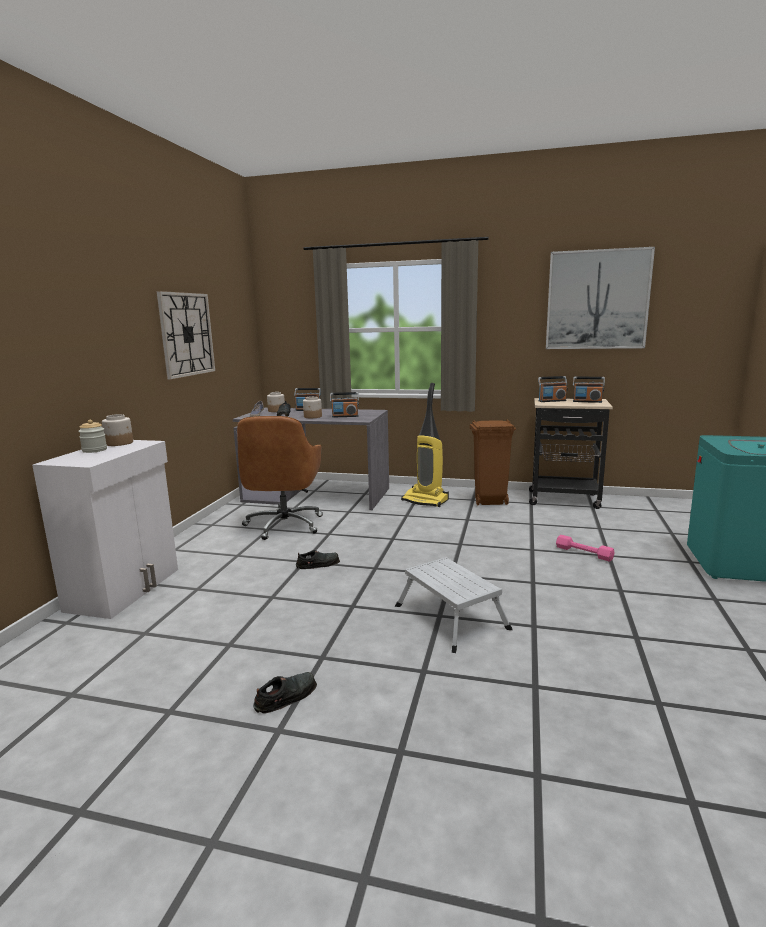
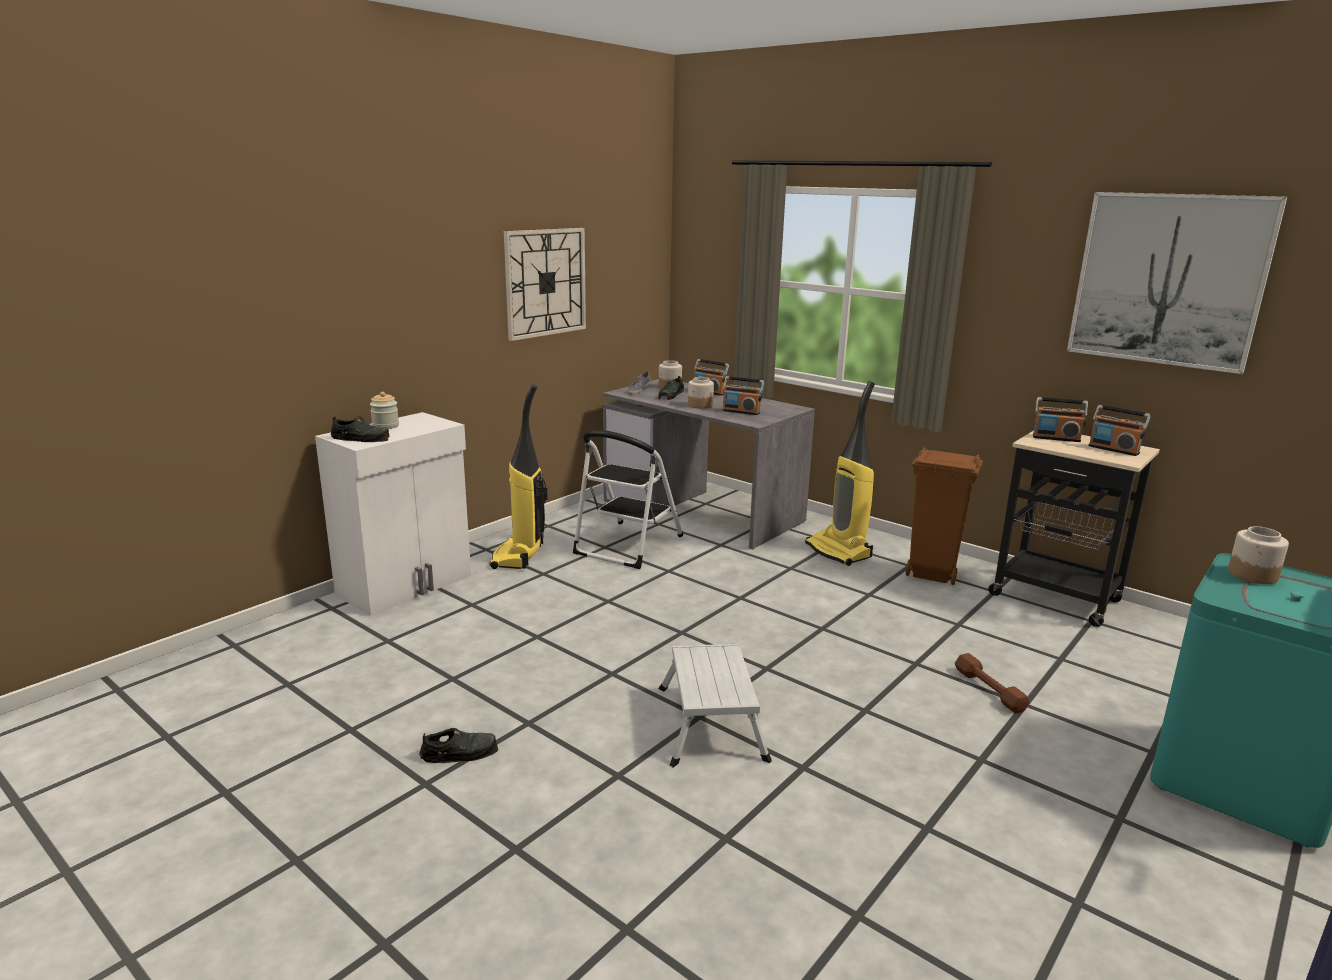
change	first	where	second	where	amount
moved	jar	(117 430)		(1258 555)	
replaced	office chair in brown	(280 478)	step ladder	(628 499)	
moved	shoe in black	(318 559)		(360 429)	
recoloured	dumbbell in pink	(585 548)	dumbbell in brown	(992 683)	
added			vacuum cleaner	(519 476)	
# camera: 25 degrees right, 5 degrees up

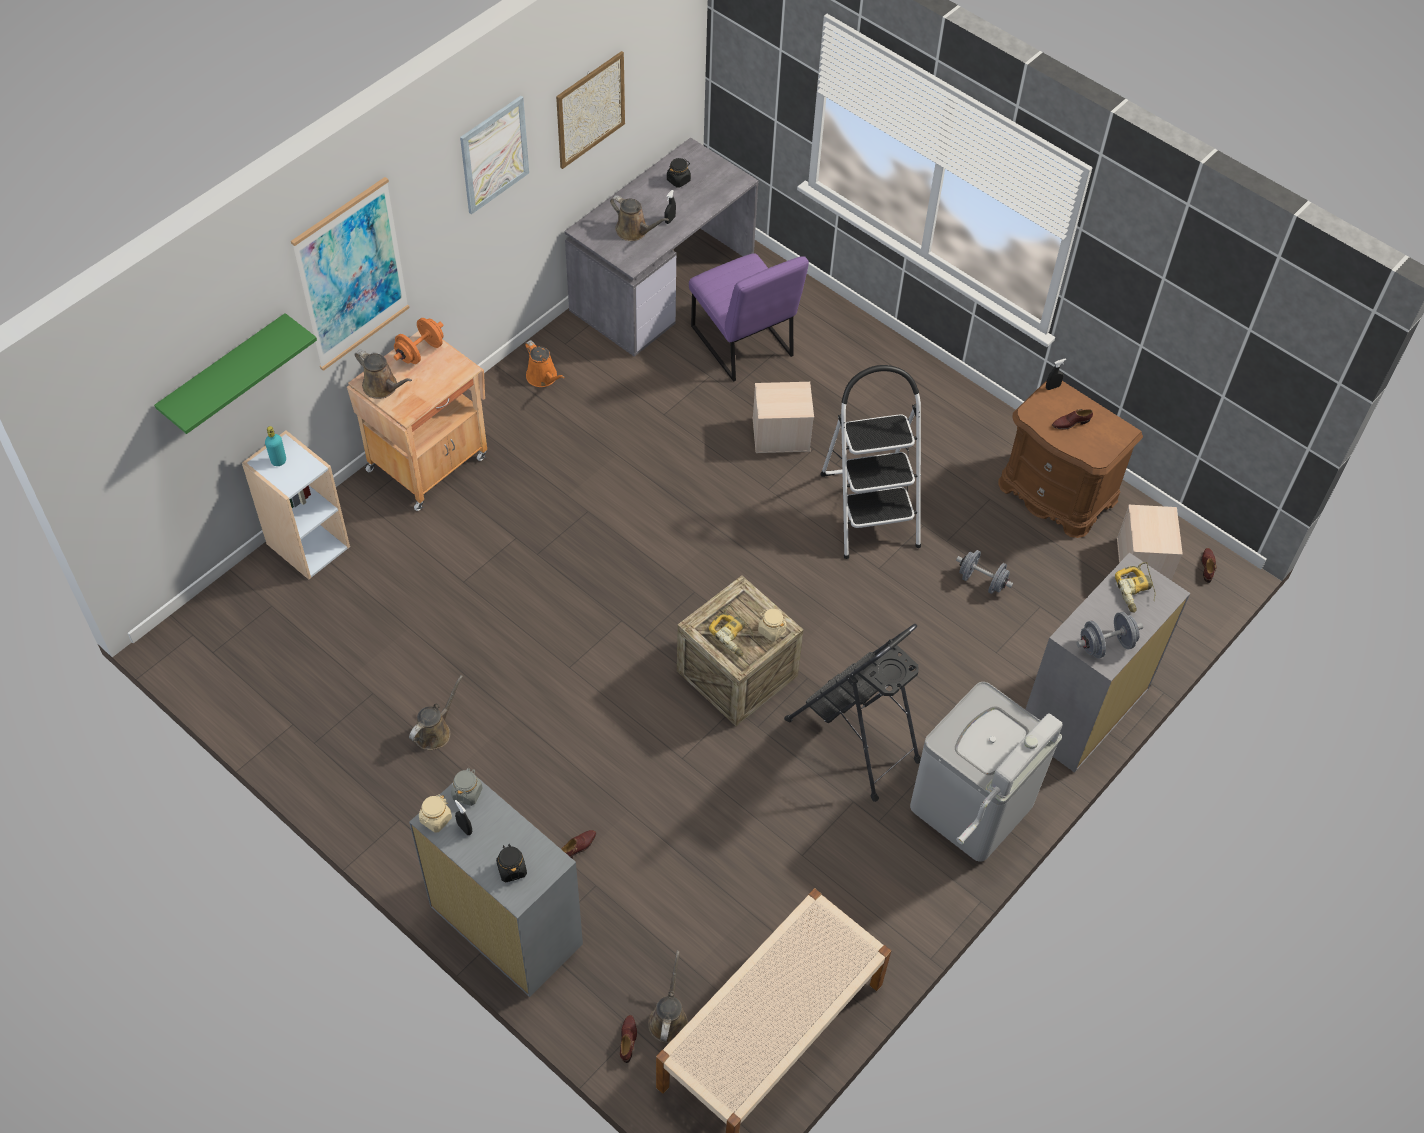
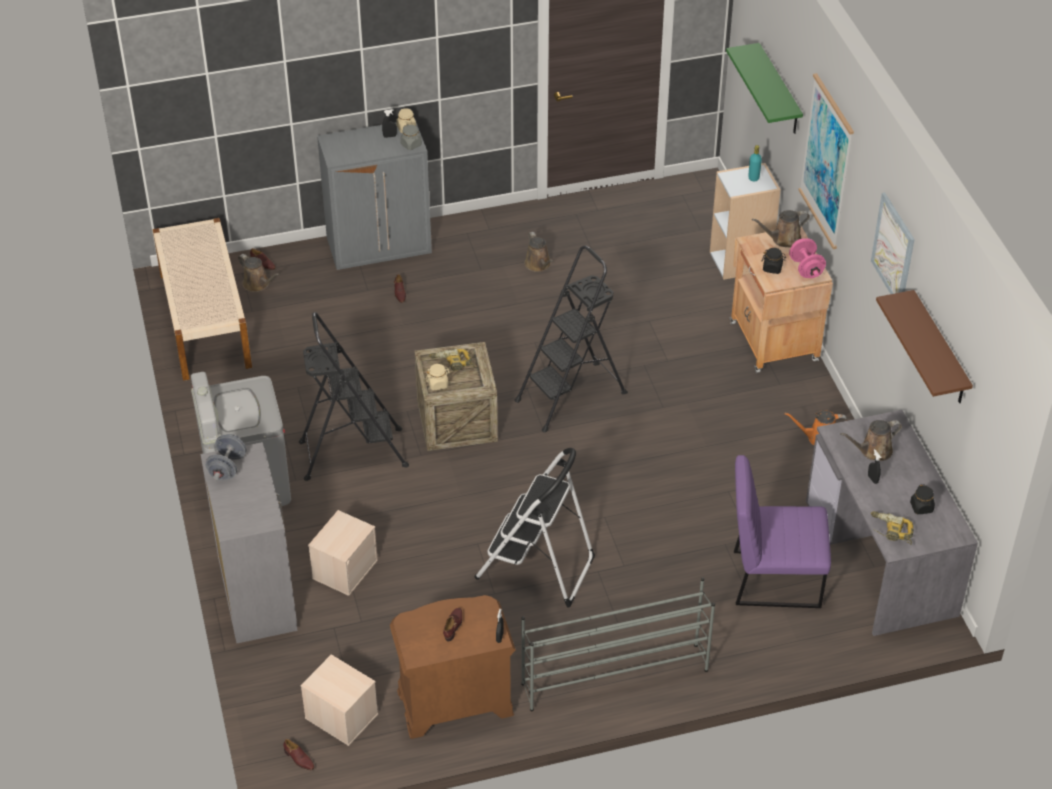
change	first	where	second	where	amount
recoloured	dumbbell in orange	(419 341)	dumbbell in pink	(807 258)	
moved	jar in black	(511 863)		(774 261)	
replaced	picture	(590 110)	shelf in brown	(924 346)	
moved	storage box in beige	(783 417)		(343 553)	
removed	dumbbell in grey	(984 572)			
moved	power drill	(1135 587)		(892 528)	
added			step ladder	(571 339)	
added			shoe rack in grey	(618 644)	
# camera: 125 degrees right, 10 degrees down

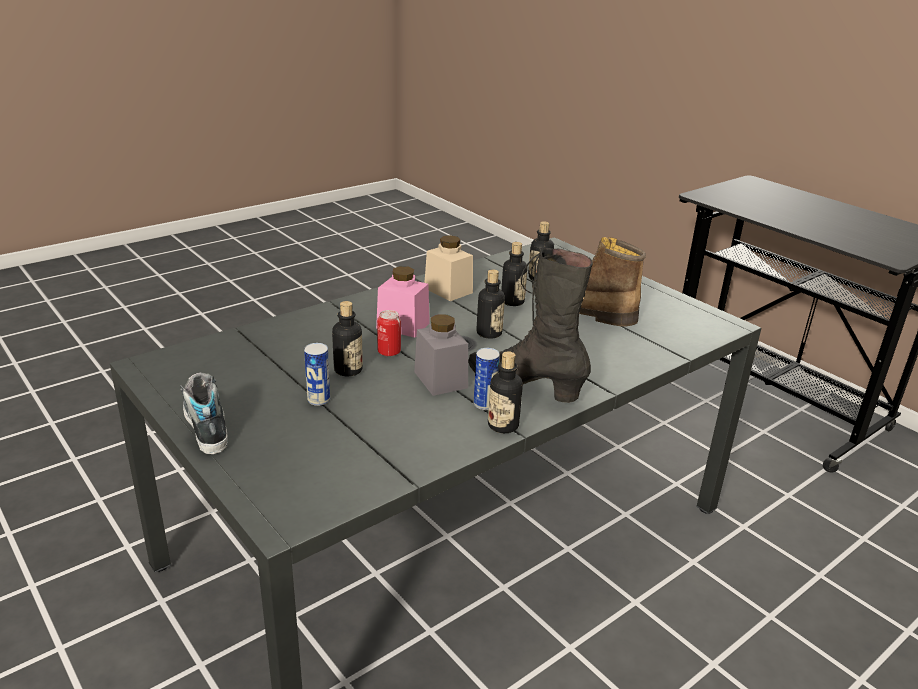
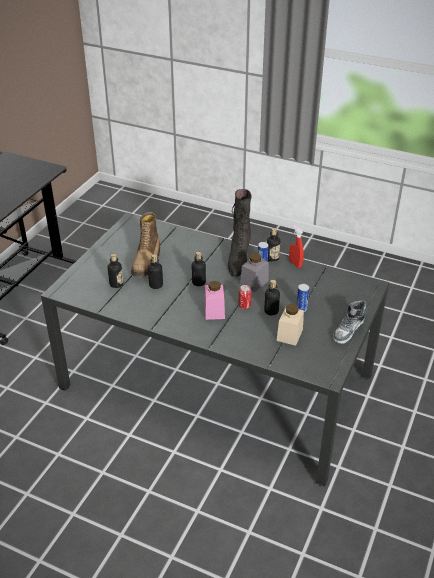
change	first	where	second	where	amount
moved	jar in beige	(448 268)		(290 325)	
added			spray bottle in red	(296 247)	
# camera: 115 degrees left, 10 degrees up

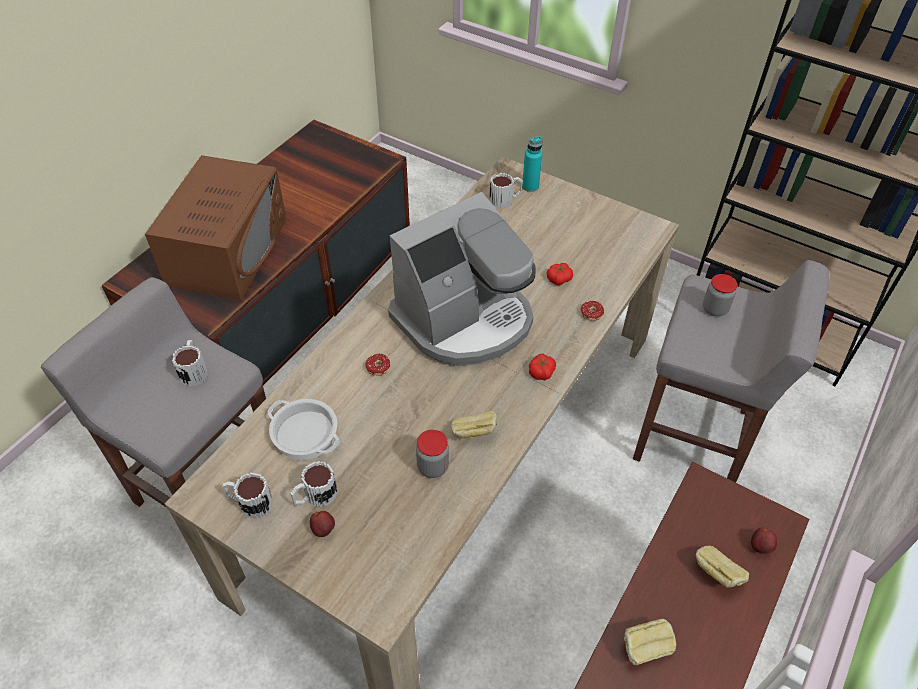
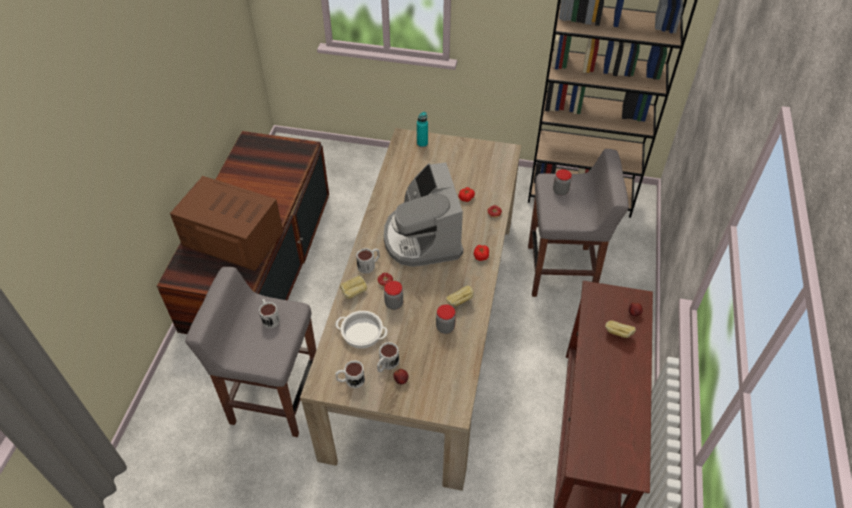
change	first	where	second	where	amount
turned	microwave in brown	(216 227)		(226 223)	60 degrees counterclockwise
turned	coffee machine	(462 279)		(423 214)	135 degrees clockwise
moved	mug	(506 190)		(368 261)	
moved	bread	(650 642)		(353 287)	
added			jar	(393 295)	
# camera: 20 degrees left, 0 degrees up

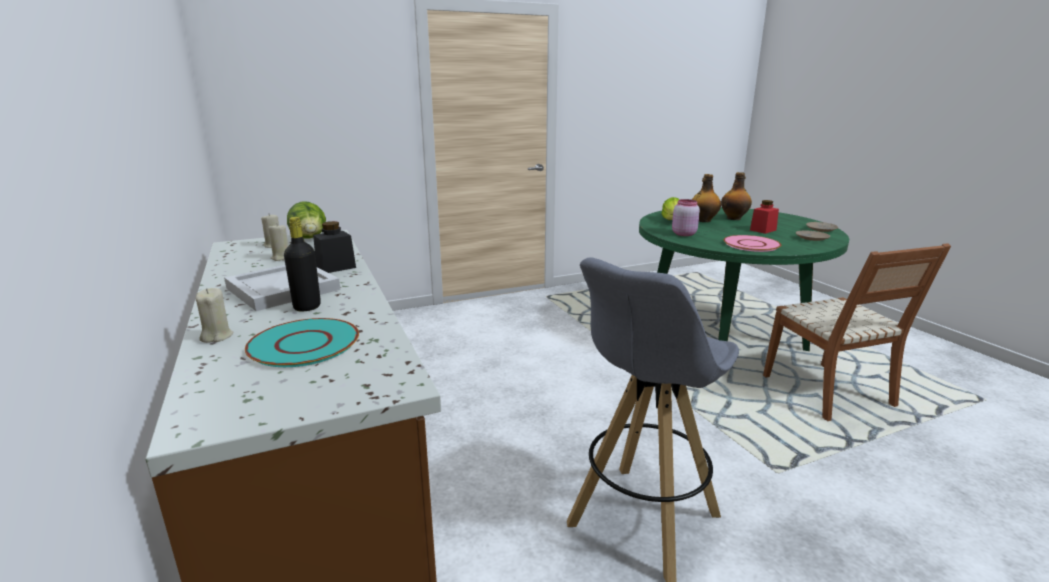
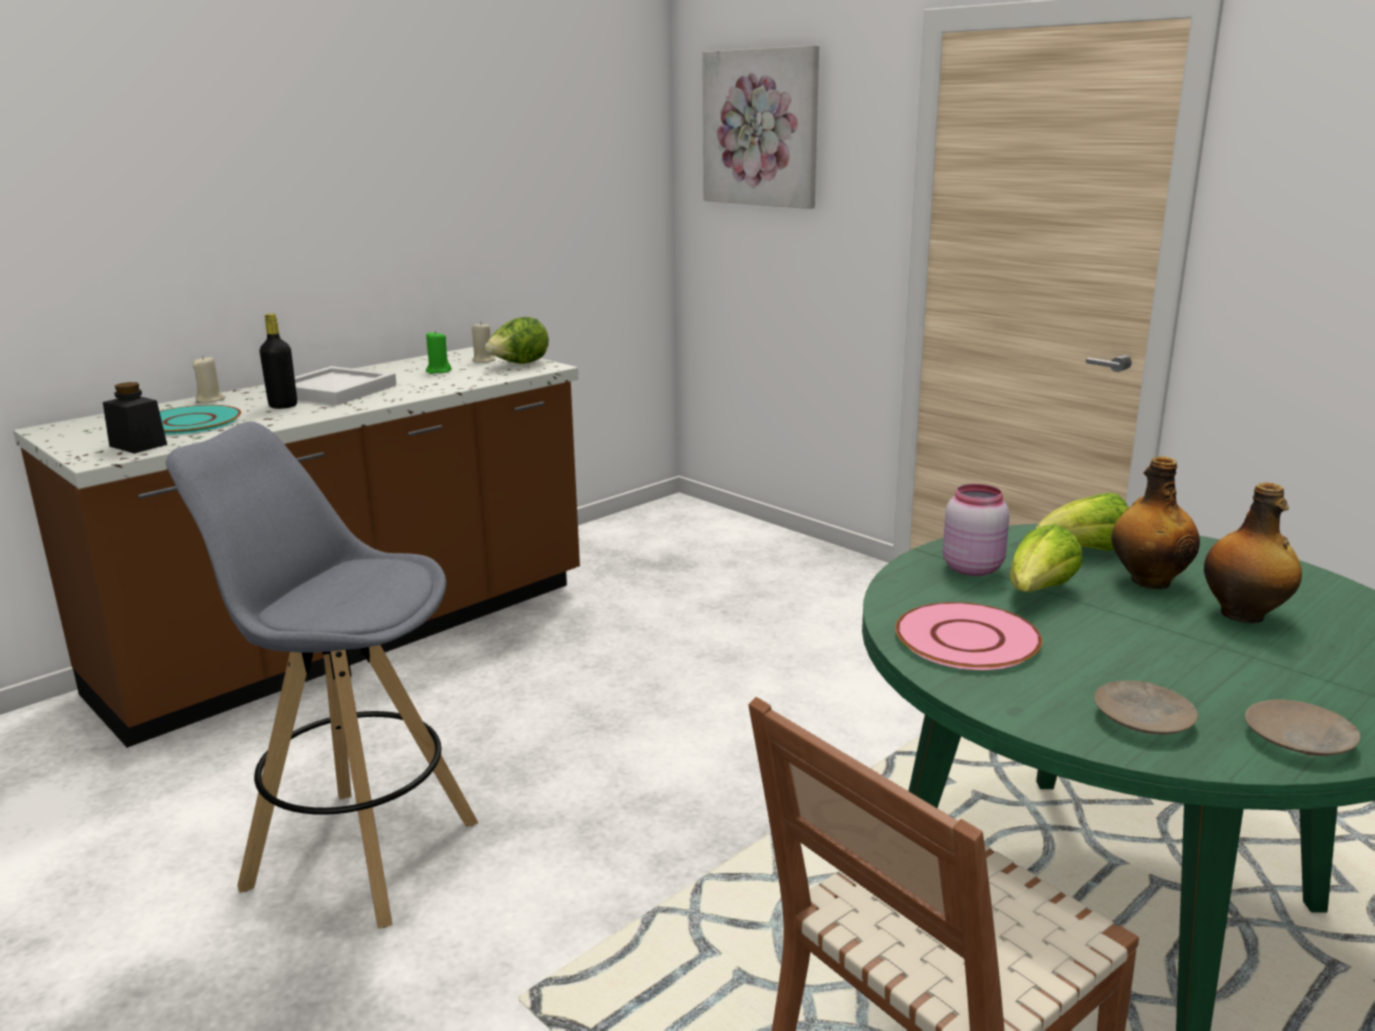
change	first	where	second	where	amount
recoloured	candle in beige	(278 242)	candle in green	(439 352)	
moved	jar in black	(334 247)		(135 418)	
removed	jar in red	(764 217)			
added			picture	(760 127)	
added			lettuce	(1046 558)	
# camera: 70 degrees right, 0 degrees up

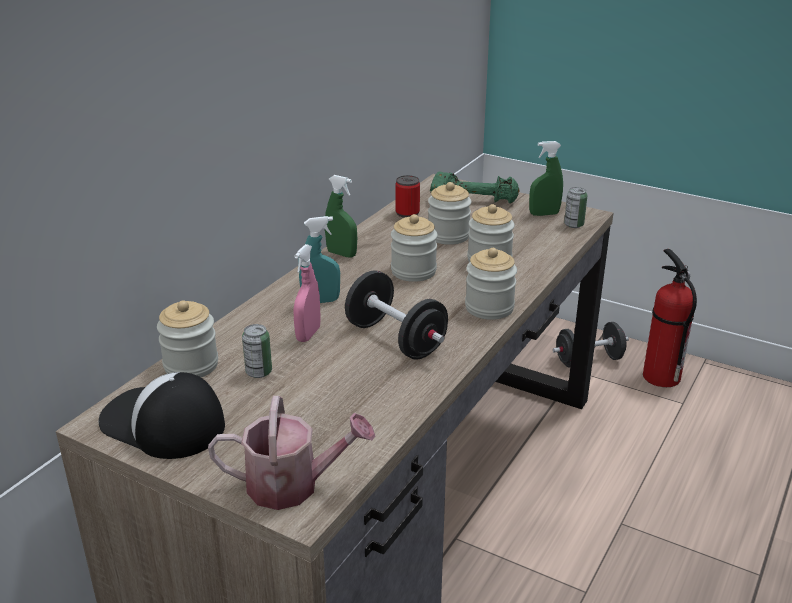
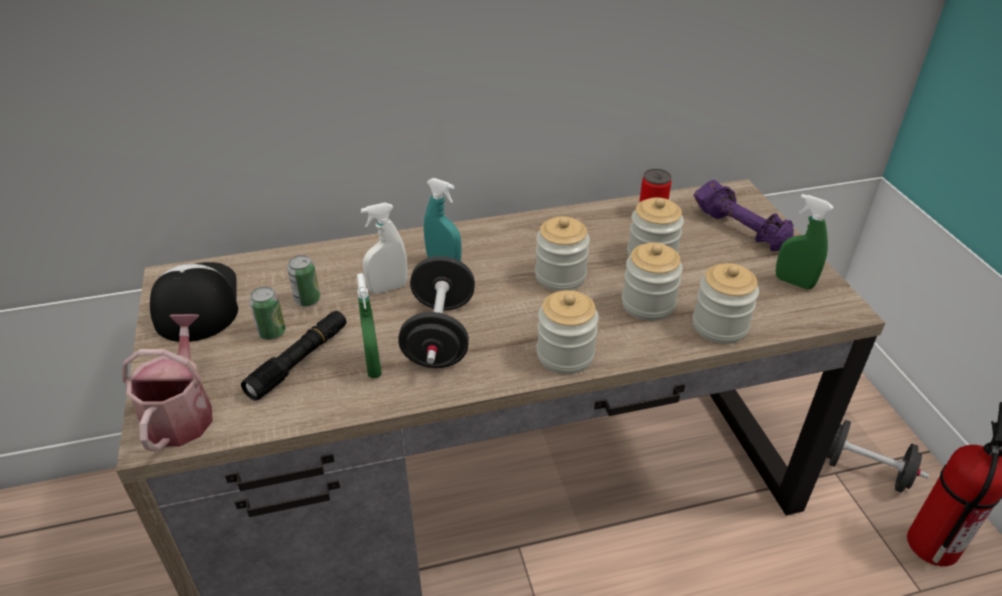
change	first	where	second	where	amount
moved	jar	(187 338)		(726 303)	
turned	watering can	(291 453)		(167 382)	135 degrees counterclockwise
recoloured	spray bottle in pink	(307 293)	spray bottle in white	(384 248)	
moved	spray bottle in green	(341 216)		(369 325)	
recoloured	dumbbell in green	(474 187)	dumbbell in purple	(744 215)	
moved	can	(575 207)		(267 313)	
added			flashlight in black	(294 356)	
# camera: 45 degrees right, 10 degrees up

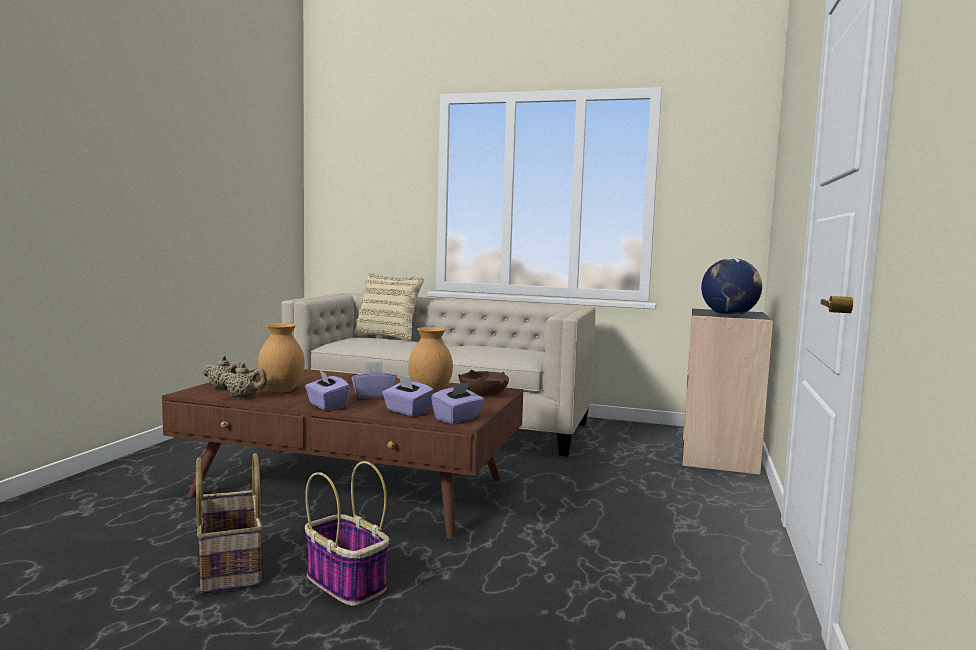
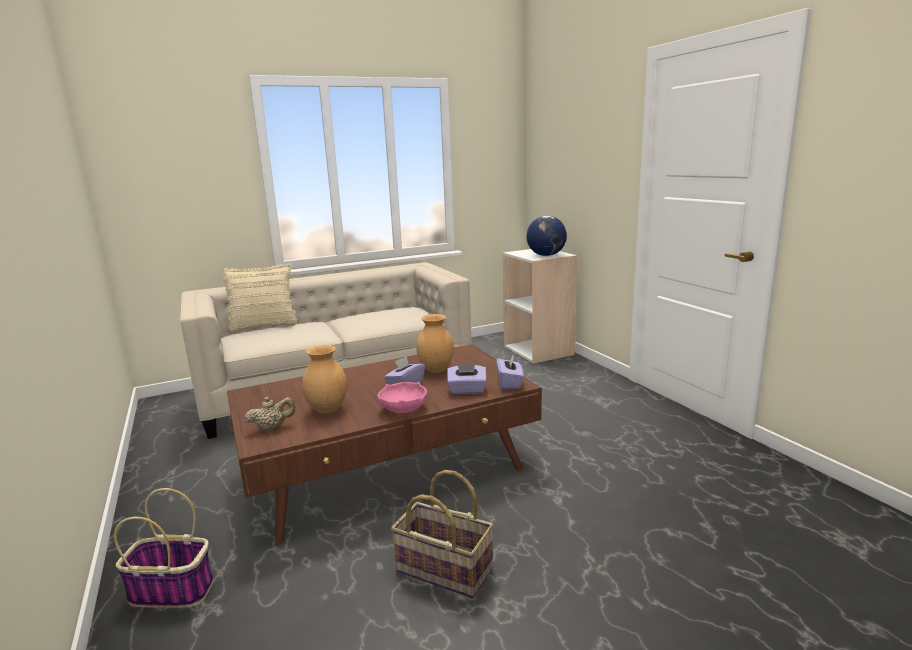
change	first	where	second	where	amount
removed	teapot in beige	(243 380)			
replaced	tissue box in purple	(327 390)	bowl in pink	(402 397)	
moved	basket	(347 533)		(164 548)	
removed	bowl in brown	(484 383)			
recoloured	bookcase in black	(728 391)	bookcase in white	(540 306)	
# camera: 40 degrees left, 10 degrees up

